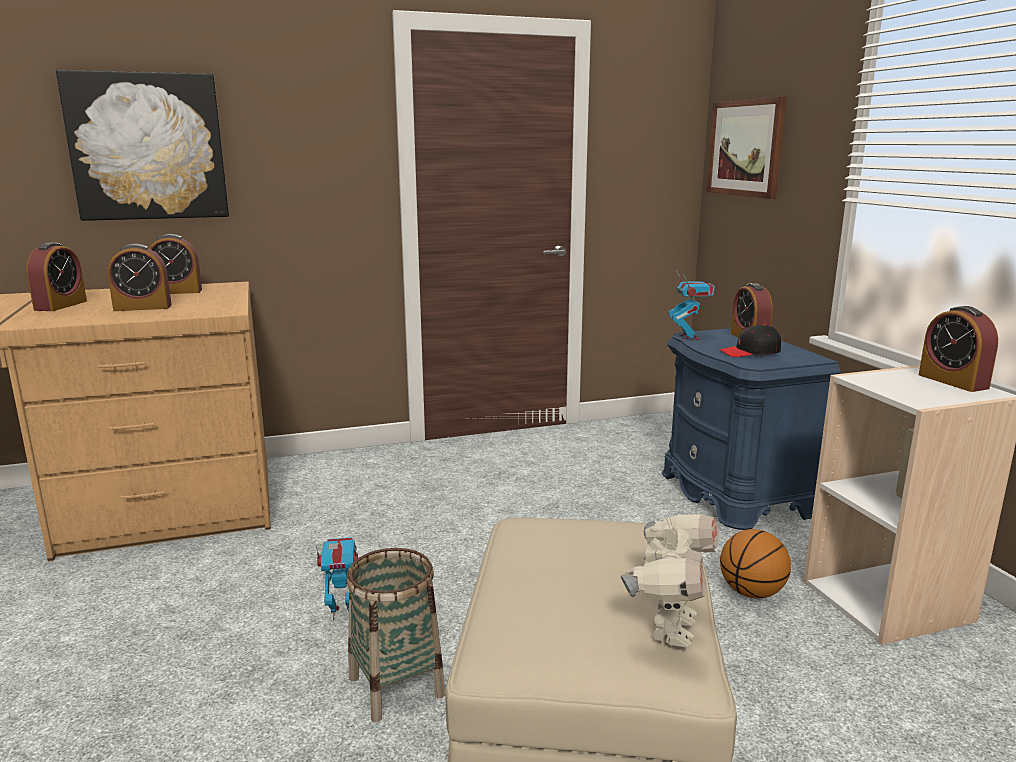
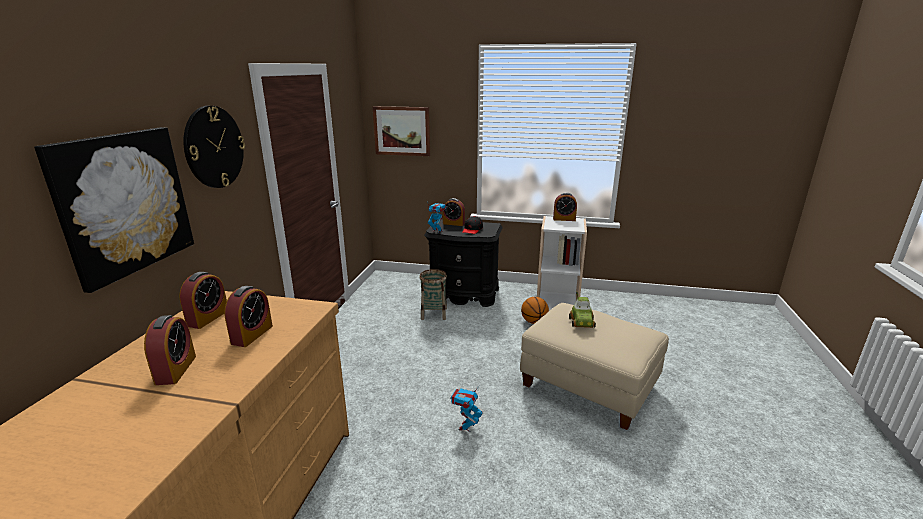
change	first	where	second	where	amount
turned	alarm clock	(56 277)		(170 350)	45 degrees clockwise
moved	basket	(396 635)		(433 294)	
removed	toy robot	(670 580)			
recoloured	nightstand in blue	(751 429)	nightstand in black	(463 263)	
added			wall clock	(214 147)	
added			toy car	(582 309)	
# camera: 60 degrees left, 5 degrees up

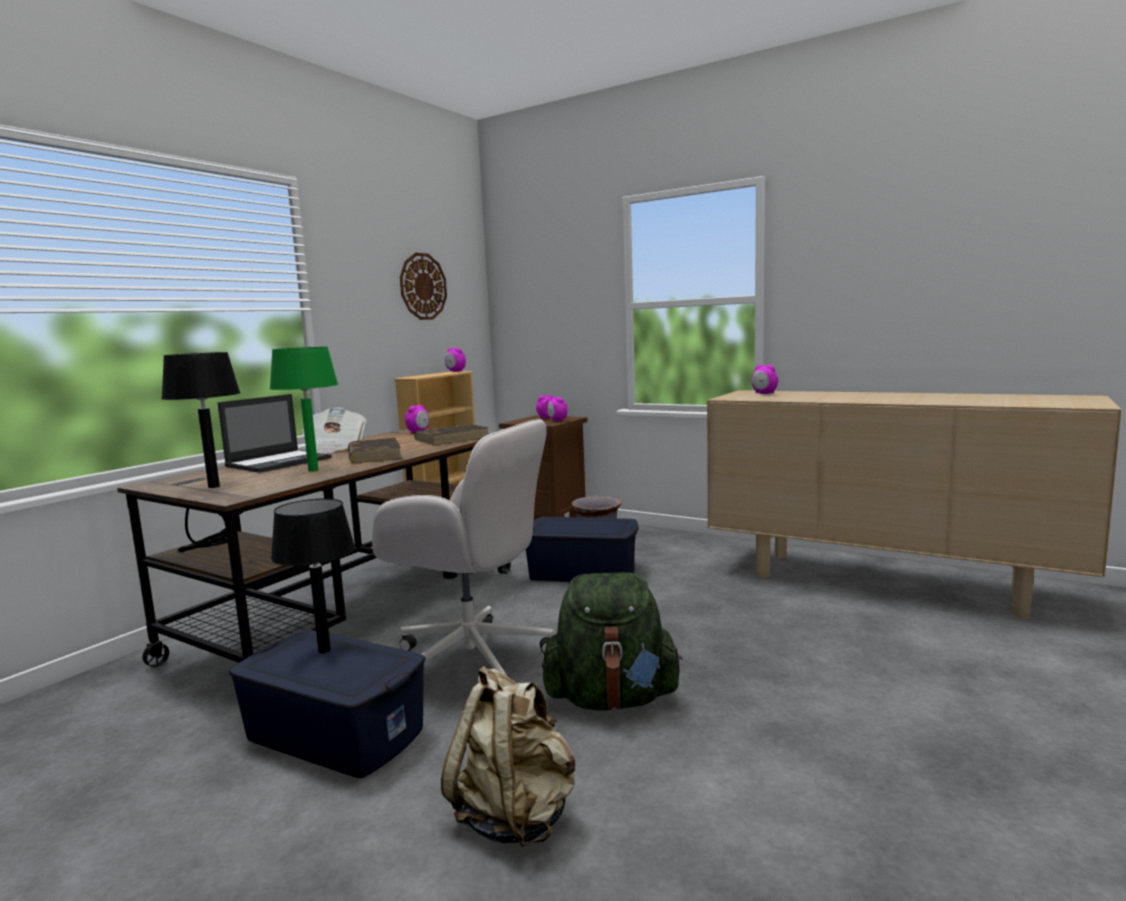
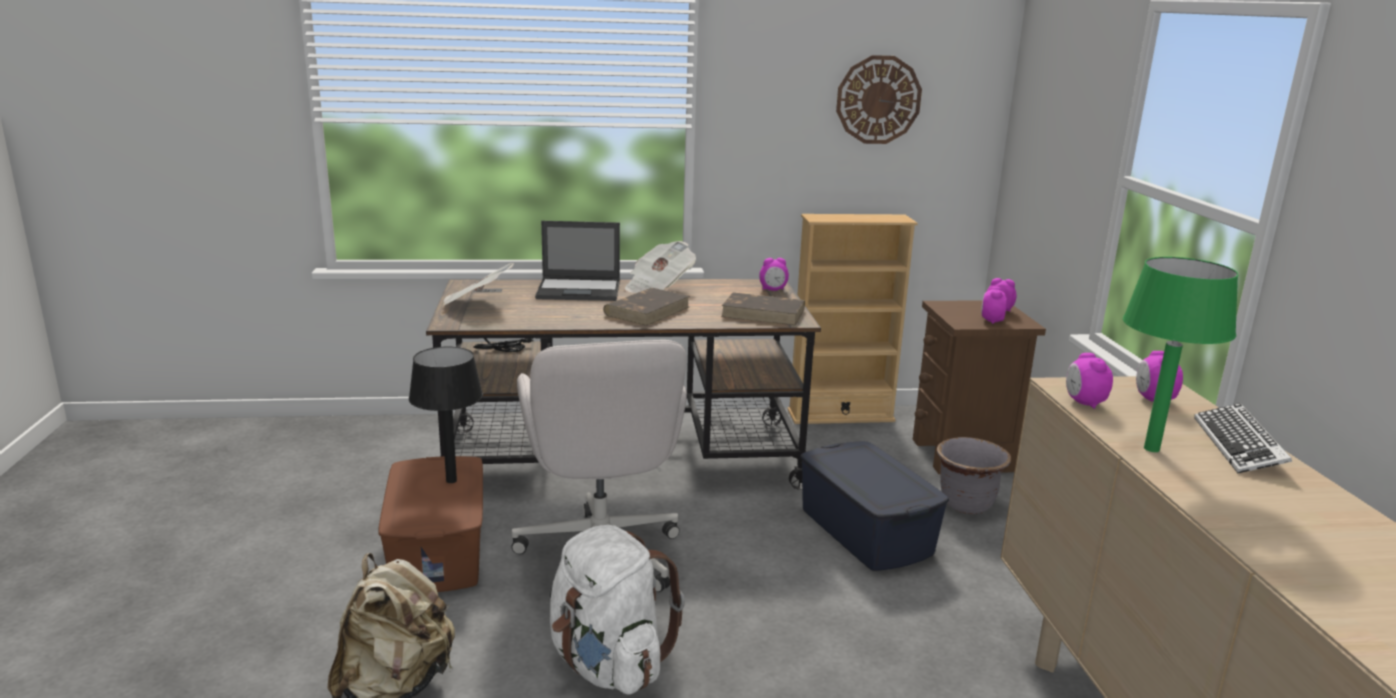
change	first	where	second	where	amount
replaced	table lamp in black	(201 420)	newspaper	(478 284)	
recoloured	storage box in blue	(327 704)	storage box in brown	(430 524)	
moved	table lamp in green	(303 409)		(1180 354)	
moved	alarm clock	(455 360)		(1089 381)	
recoloured	backpack in green	(612 641)	backpack in white	(617 610)	
added			keyboard	(1243 438)	
# camera: 50 degrees right, 10 degrees up

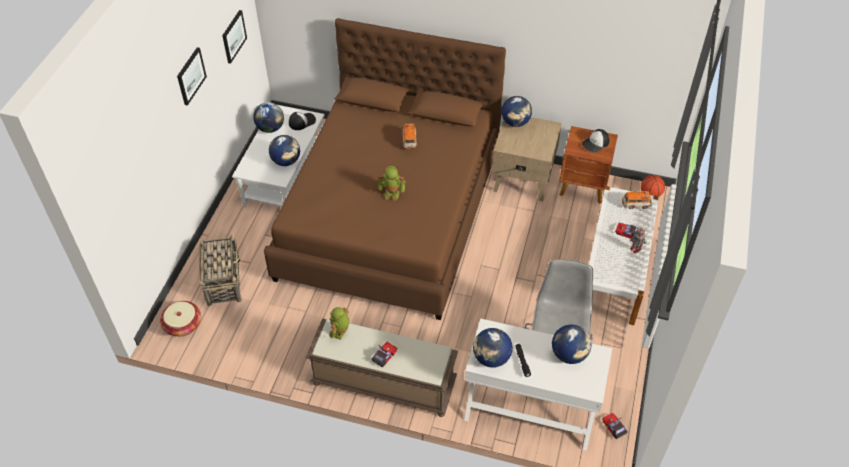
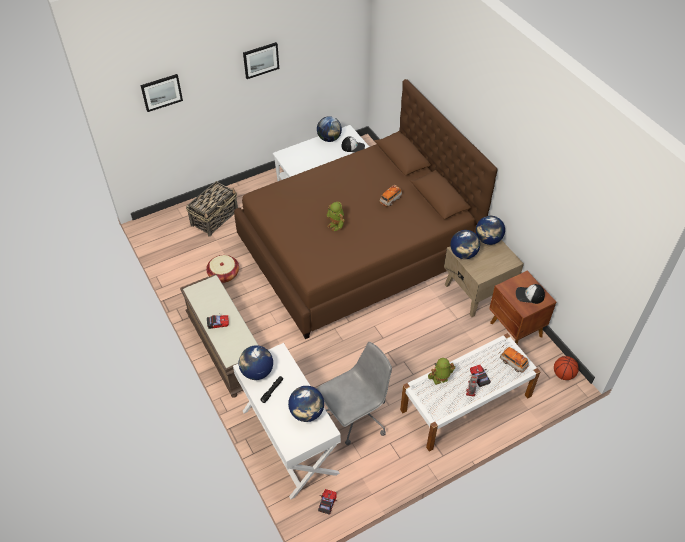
change	first	where	second	where	amount
moved	basket	(180 318)		(222 269)	
moved	picture	(234 37)		(162 93)	
moved	globe	(284 150)		(465 244)	
moved	toy robot	(339 323)		(441 371)	
# camera: 45 degrees right, 0 degrees up

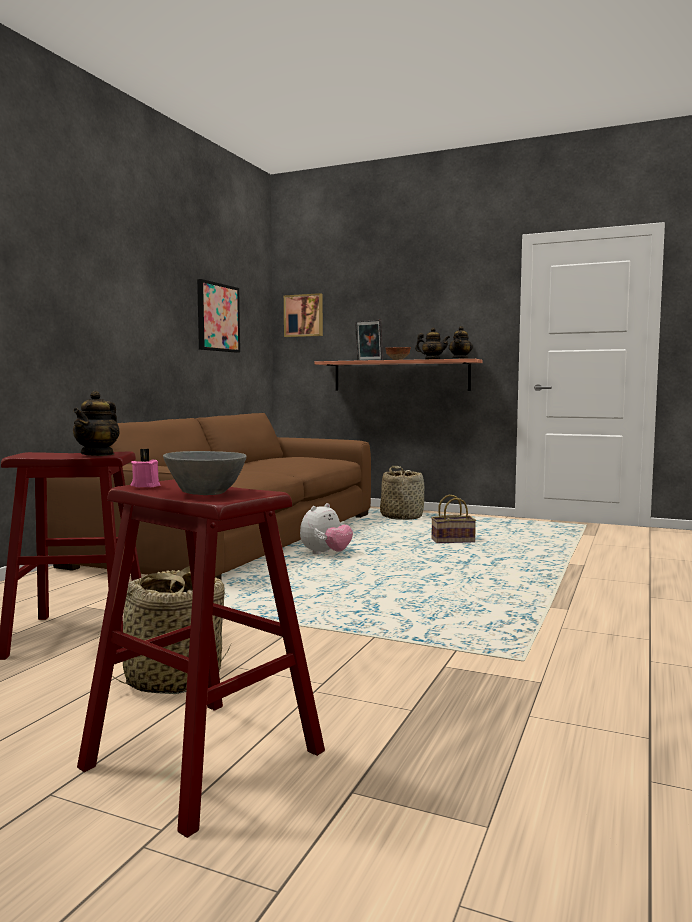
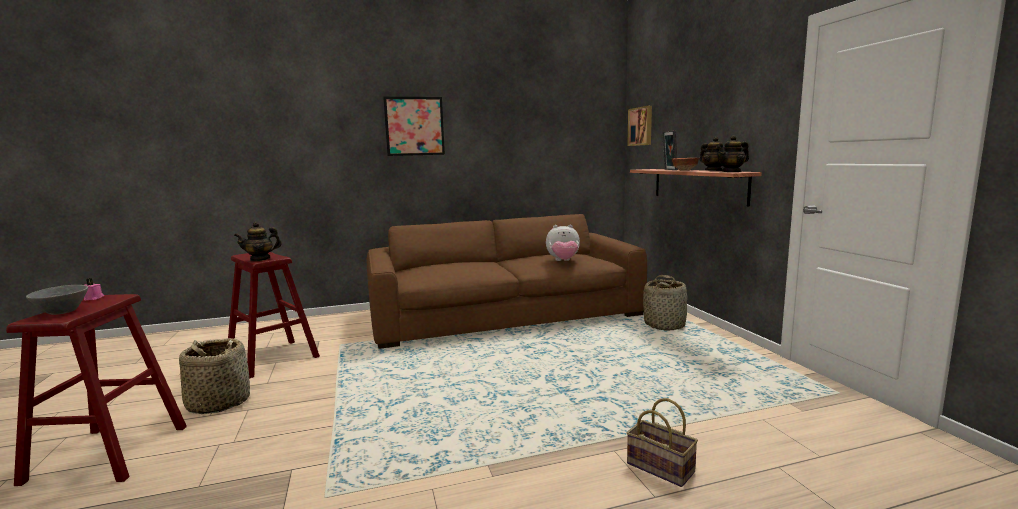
change	first	where	second	where	amount
moved	picture	(218 316)		(414 126)	
moved	plush toy	(326 528)		(563 242)	
moved	basket	(453 519)		(662 442)	
# camera: 50 degrees right, 5 degrees up

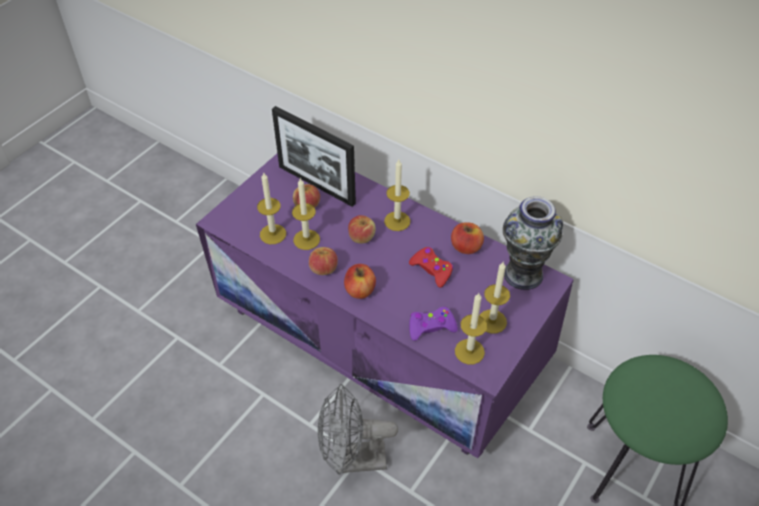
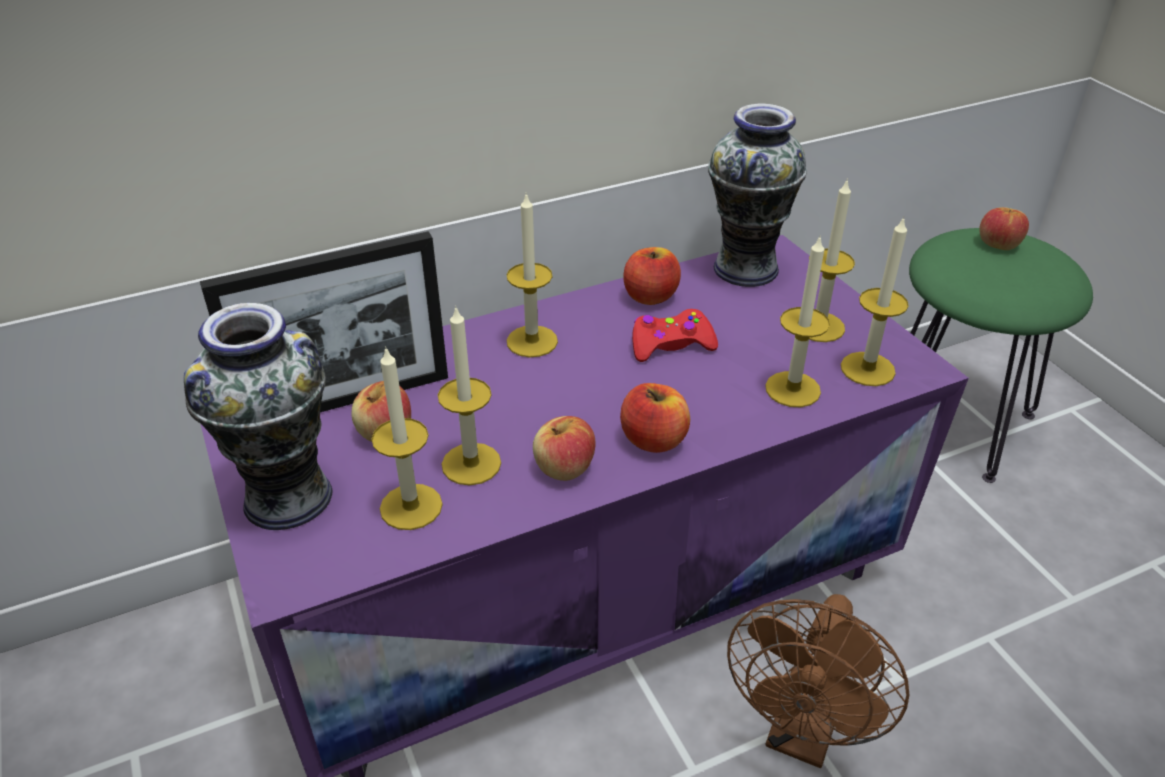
change	first	where	second	where	amount
recoloured	fan in grey	(358 429)	fan in brown	(818 681)	
moved	apple	(361 229)		(1004 228)	
replaced	game controller in purple	(433 324)	candle	(797 322)	
added			vase	(258 416)	
# camera: 60 degrees left, 10 degrees down

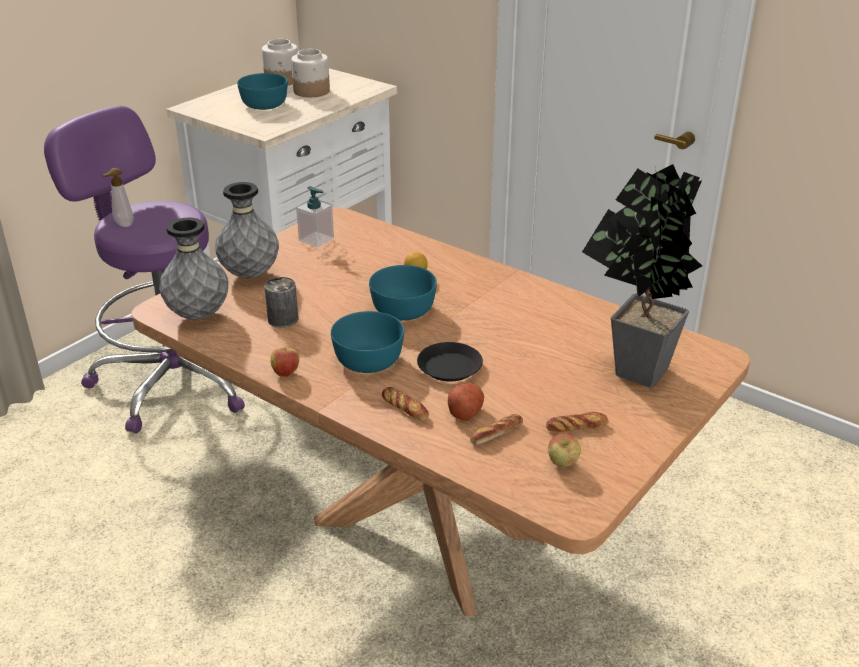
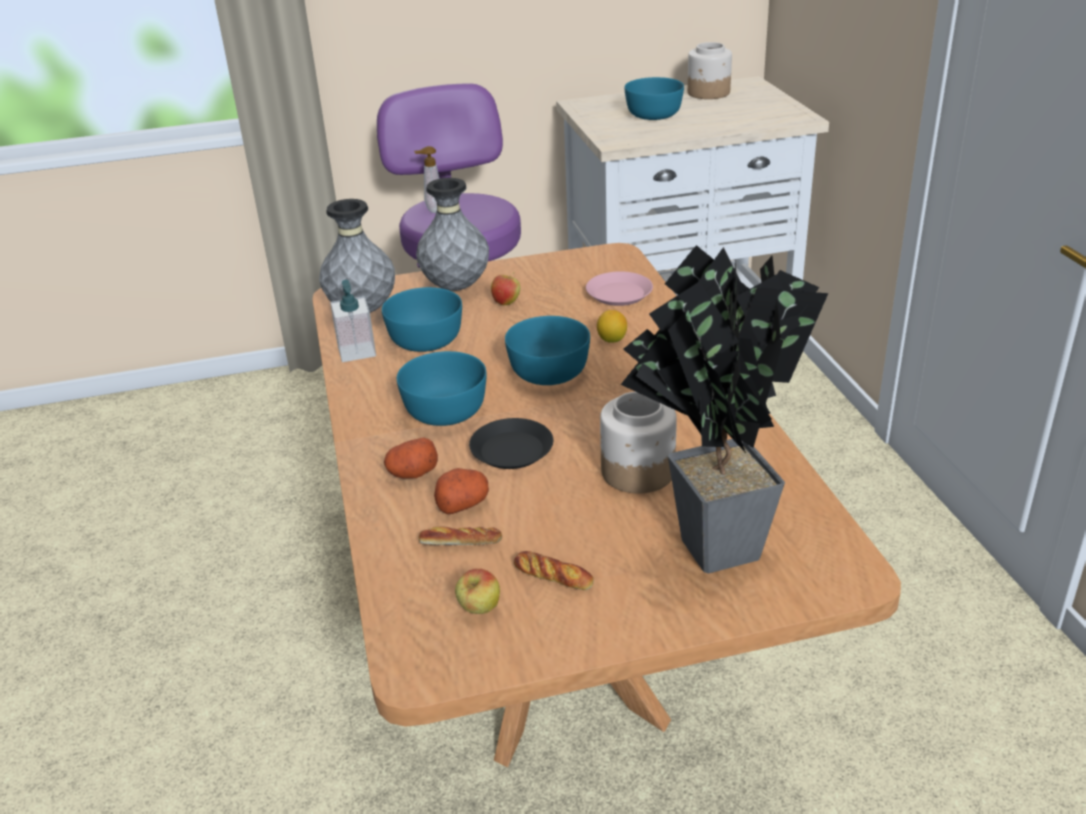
change	first	where	second	where	amount
replaced	can	(281 302)	bowl in turquoise	(422 319)	
moved	apple	(284 360)		(505 288)	
moved	jar	(310 73)		(638 443)	
moved	soap dispenser	(315 216)		(353 321)	
replaced	bread	(405 404)	potato	(411 457)	
added			plate in pink	(619 288)	
# camera: 40 degrees right, 0 degrees up

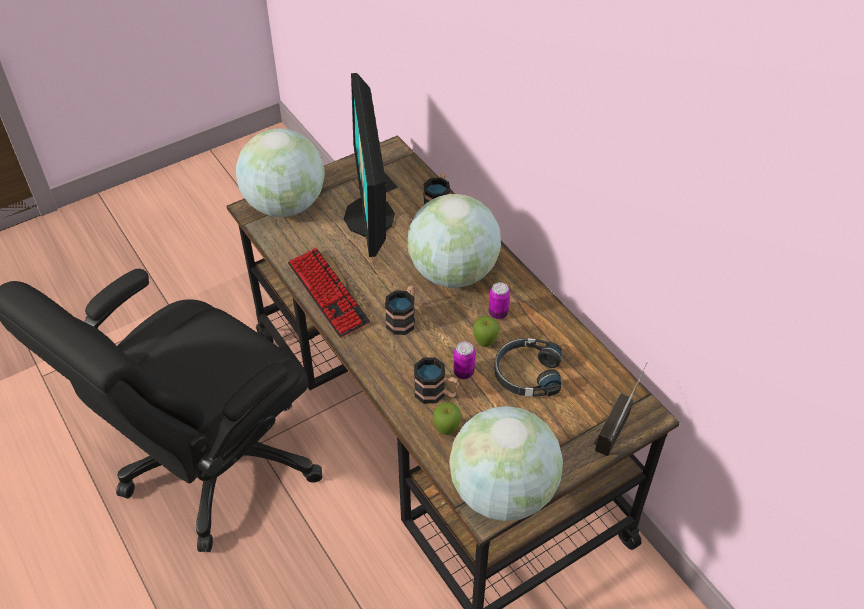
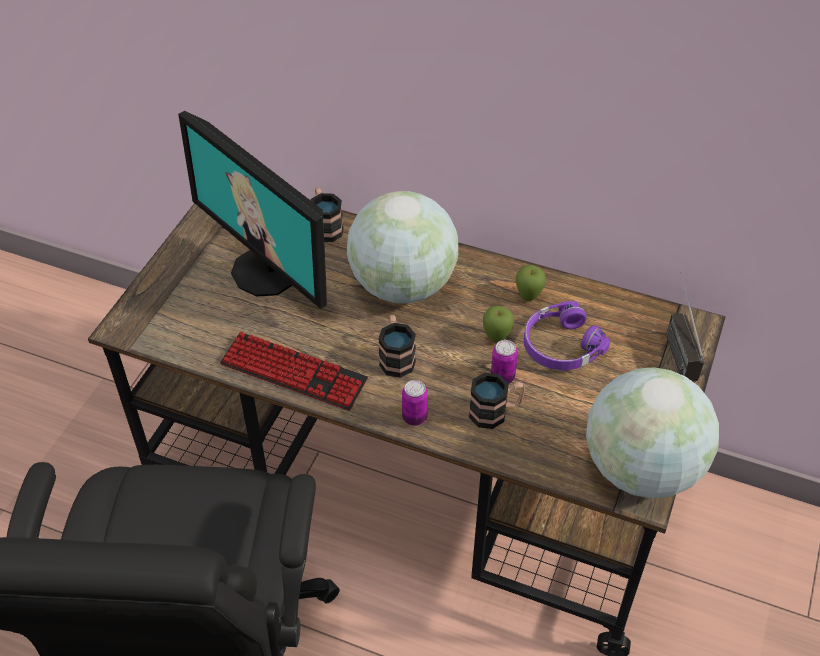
change	first	where	second	where	amount
removed	globe	(280 172)			
moved	apple	(447 418)		(531 283)	
moved	can	(499 300)		(415 403)	
recoloured	headphones in black	(528 367)	headphones in purple	(567 335)	
# camera: 35 degrees left, 0 degrees up

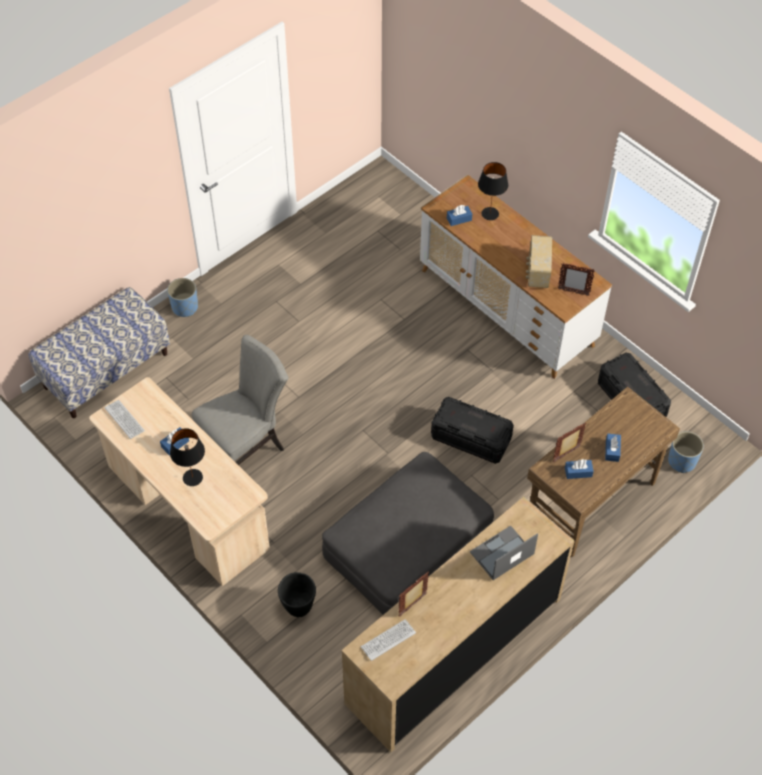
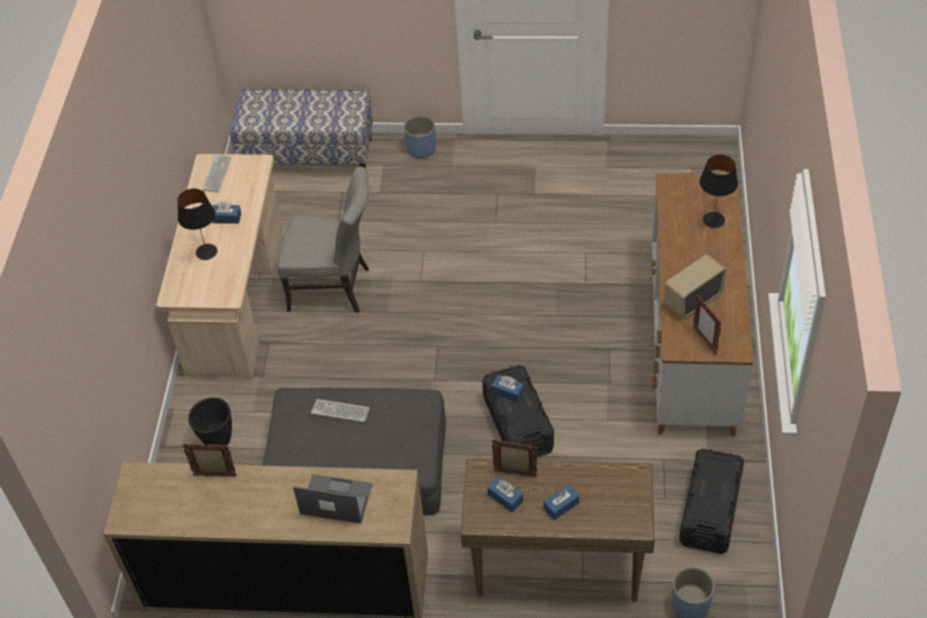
change	first	where	second	where	amount
moved	keyboard	(388 640)		(340 411)	
moved	tissue box in blue	(459 215)		(507 388)	
# camera: 50 degrees right, 5 degrees down

